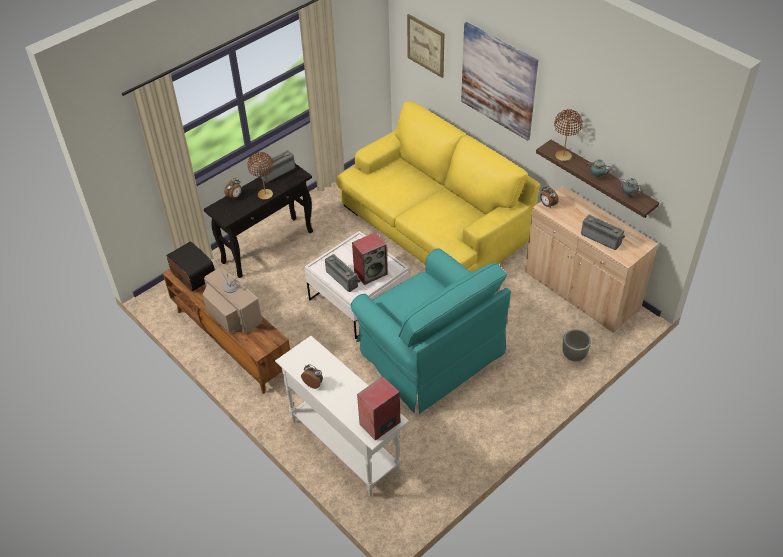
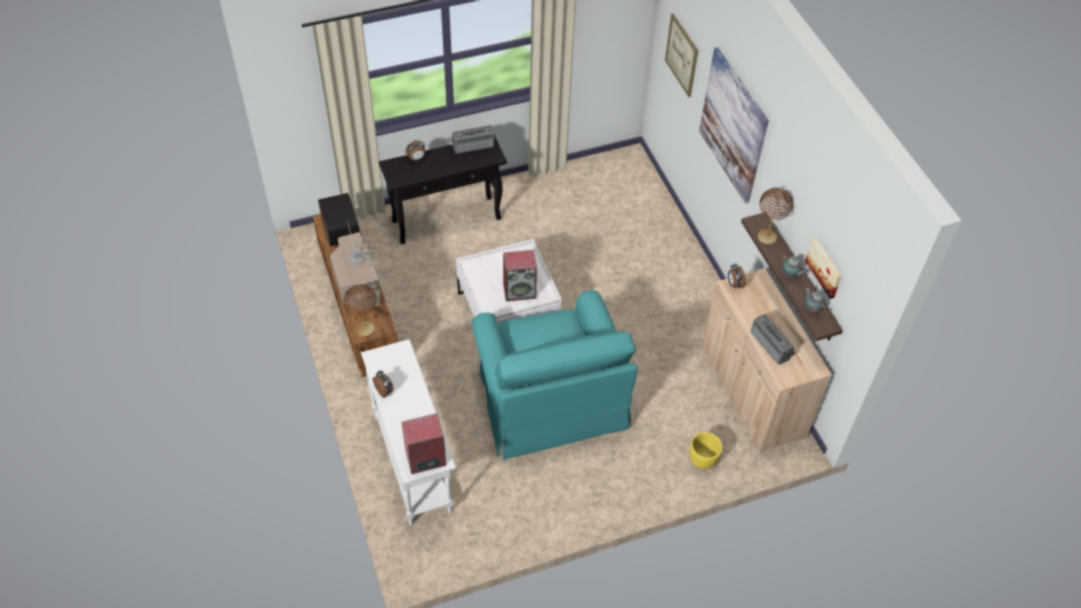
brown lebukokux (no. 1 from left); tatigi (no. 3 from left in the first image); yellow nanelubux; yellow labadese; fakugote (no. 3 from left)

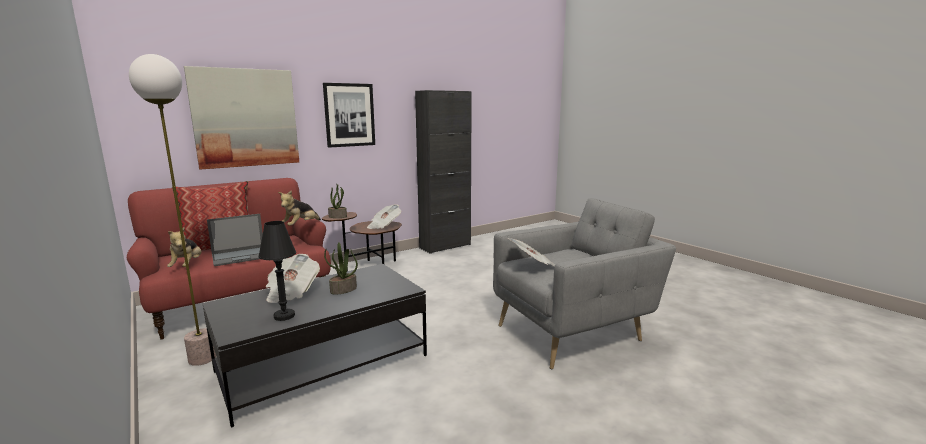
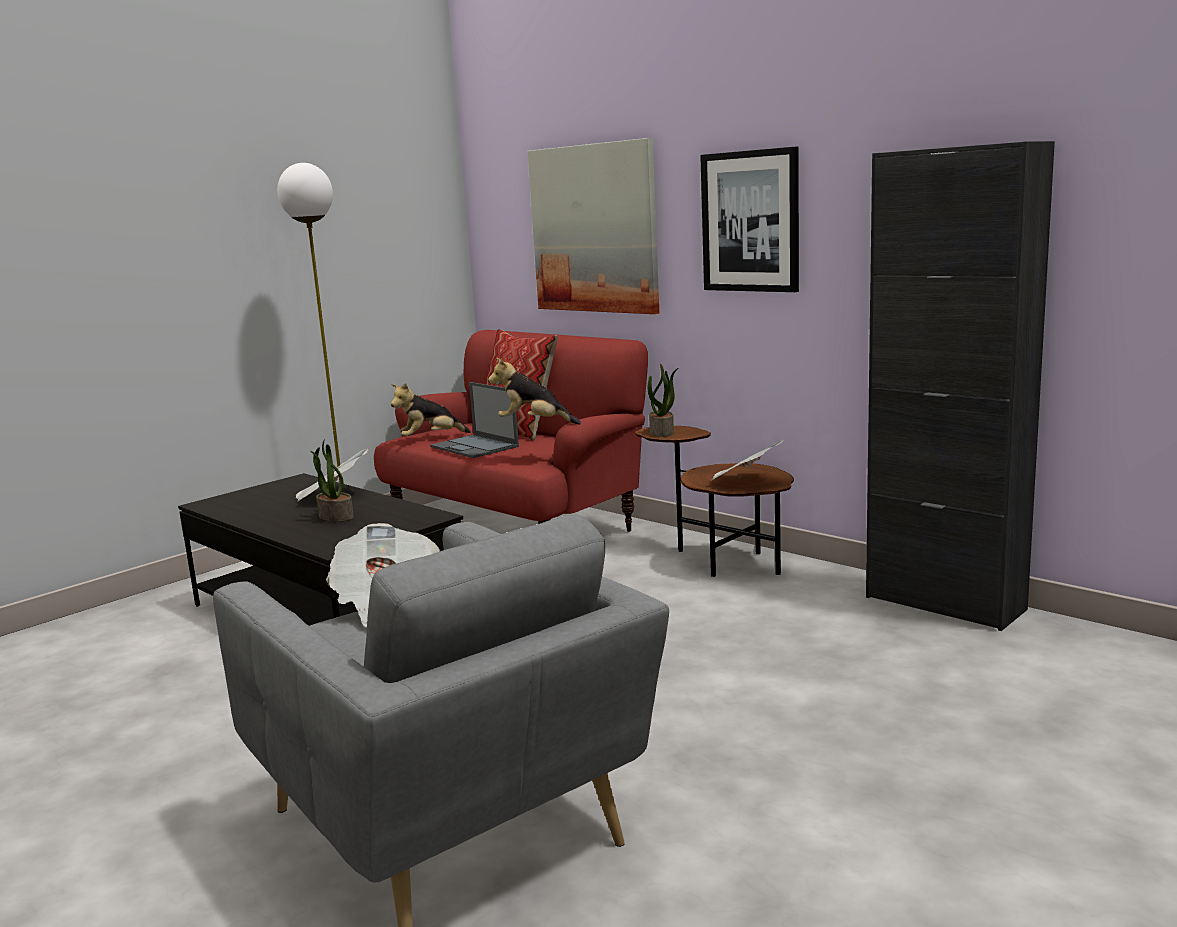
black lebukokux

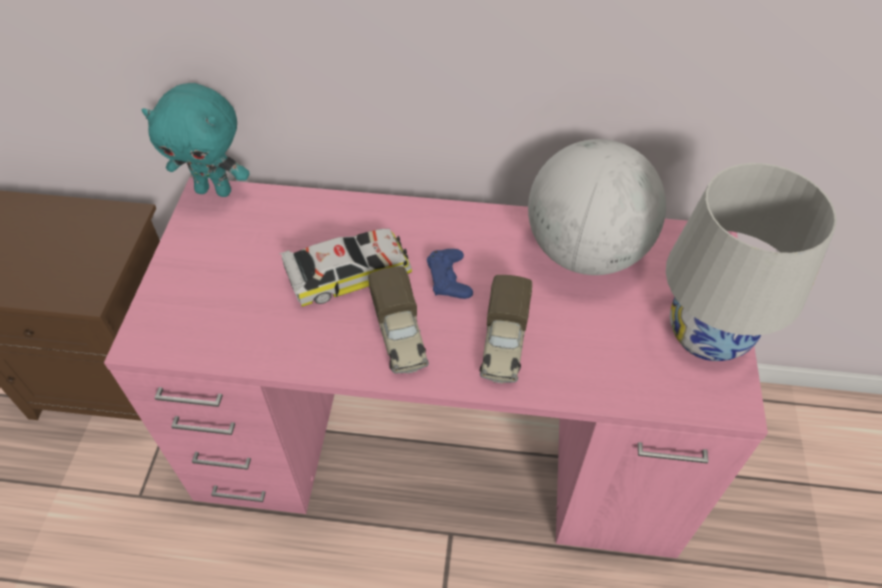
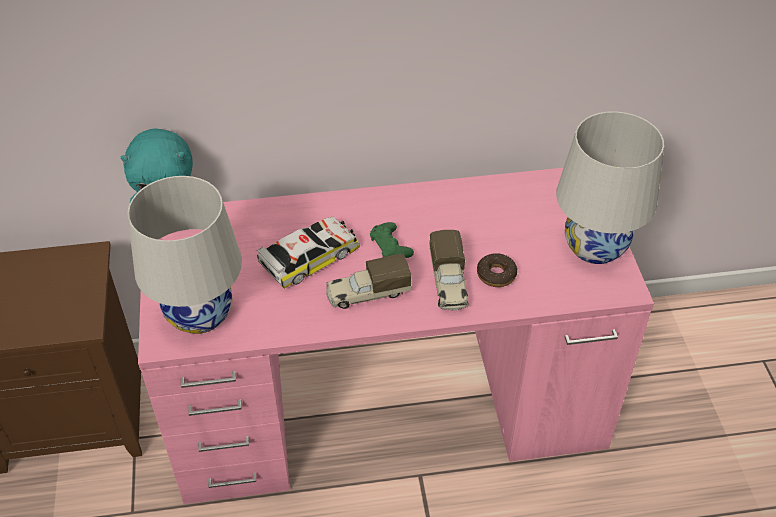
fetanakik (no. 1 from left); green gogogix; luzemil; white lebukokux (no. 1 from left); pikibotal

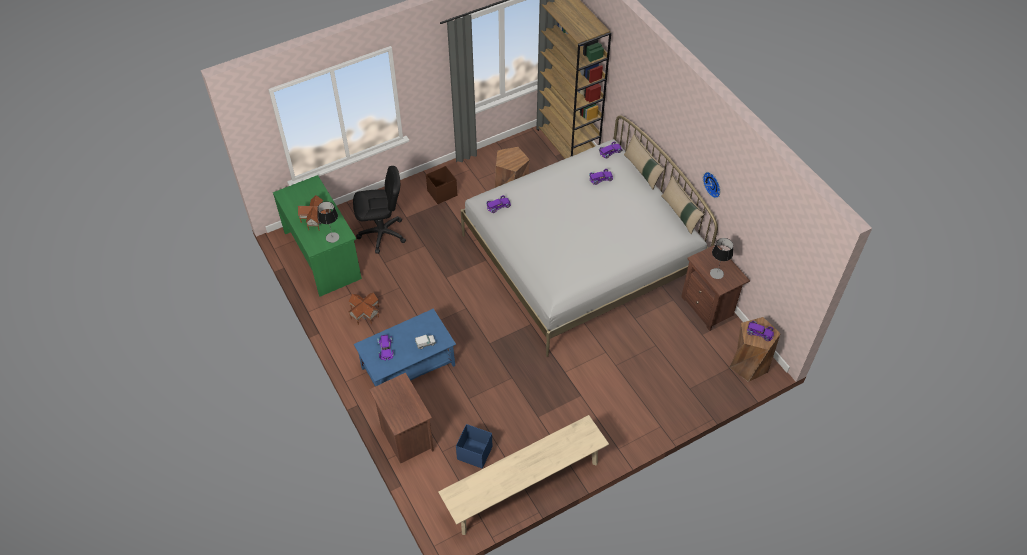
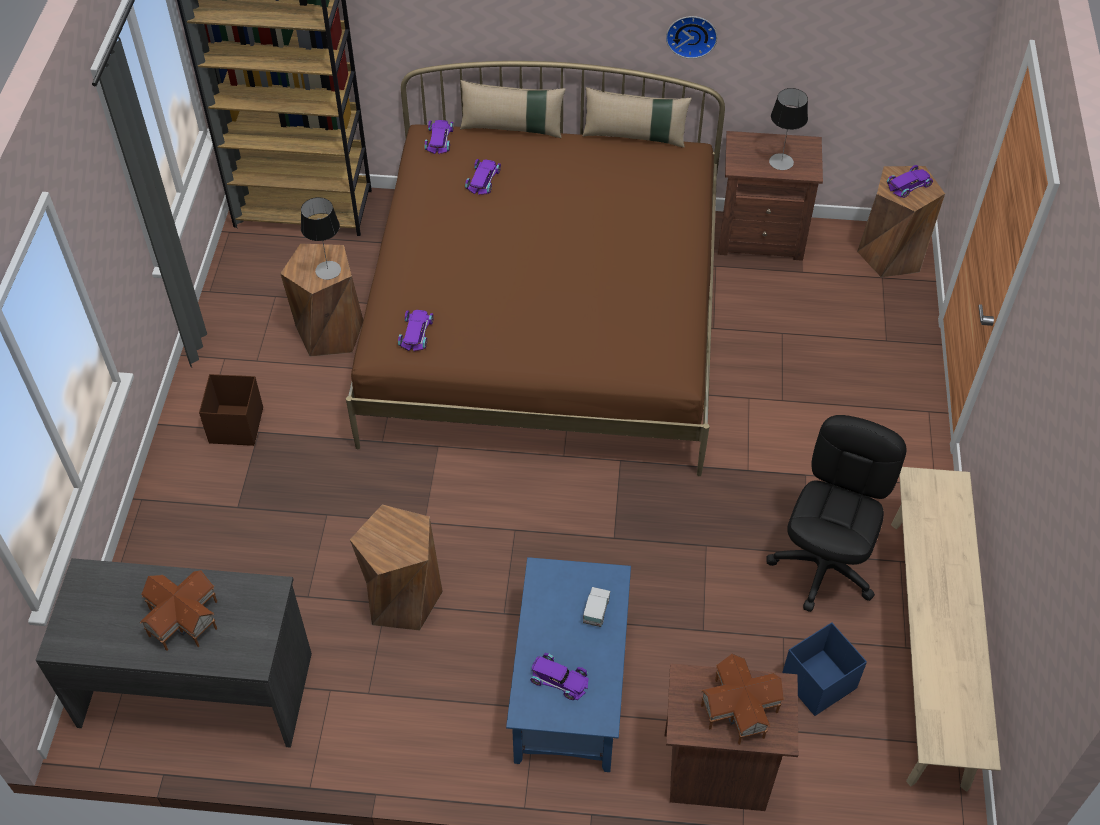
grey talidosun; lebukokux (no. 1 from left); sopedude (no. 2 from left); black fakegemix; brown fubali; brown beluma (no. 2 from left)

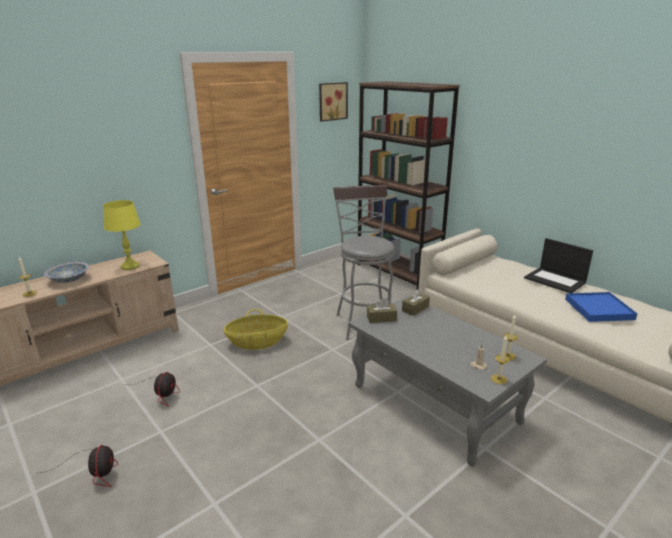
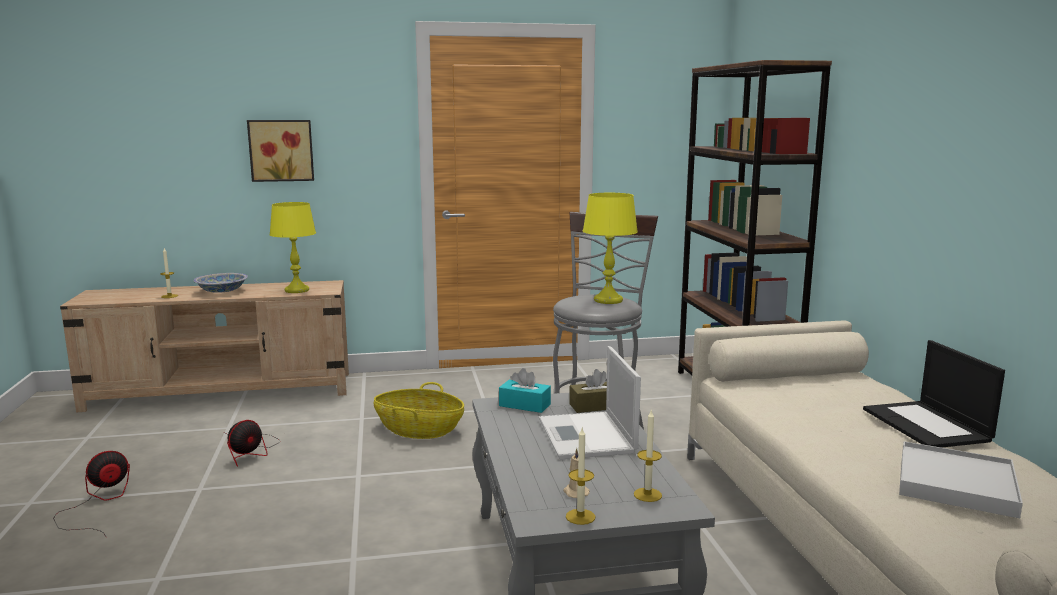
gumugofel (no. 1 from left); fakugote; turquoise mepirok; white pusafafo; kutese (no. 1 from left); yellow lebukokux (no. 2 from left)

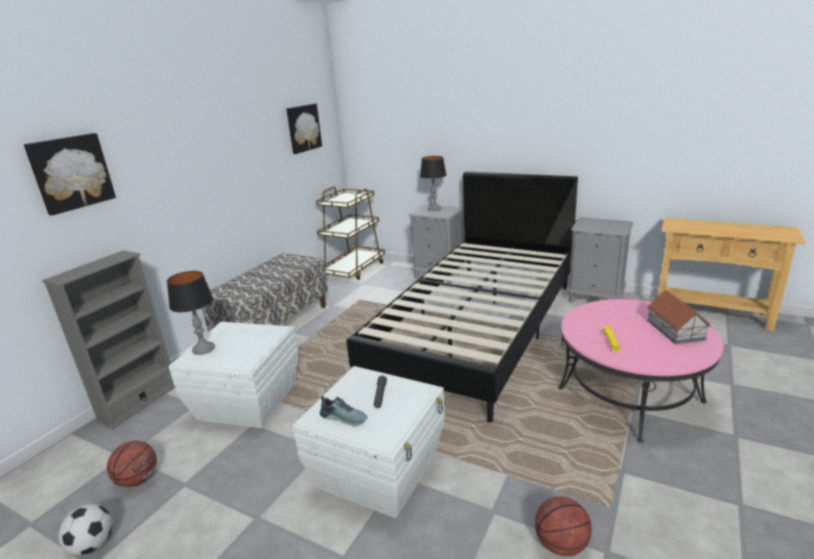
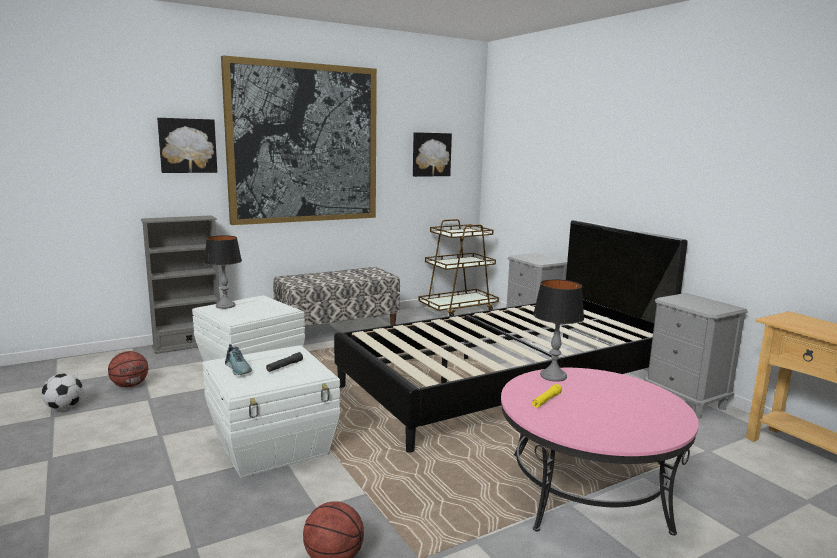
lebukokux (no. 2 from left); sopedude; fakugote (no. 2 from left)

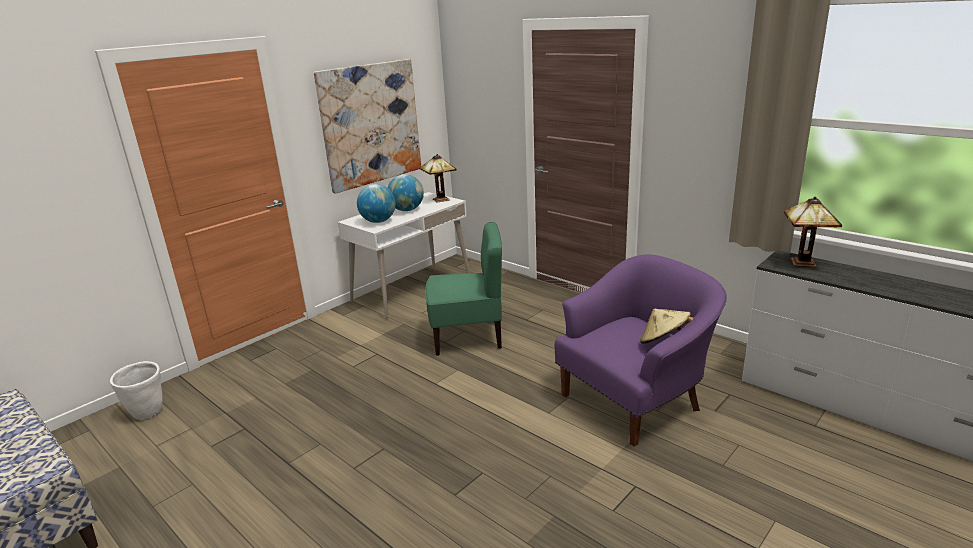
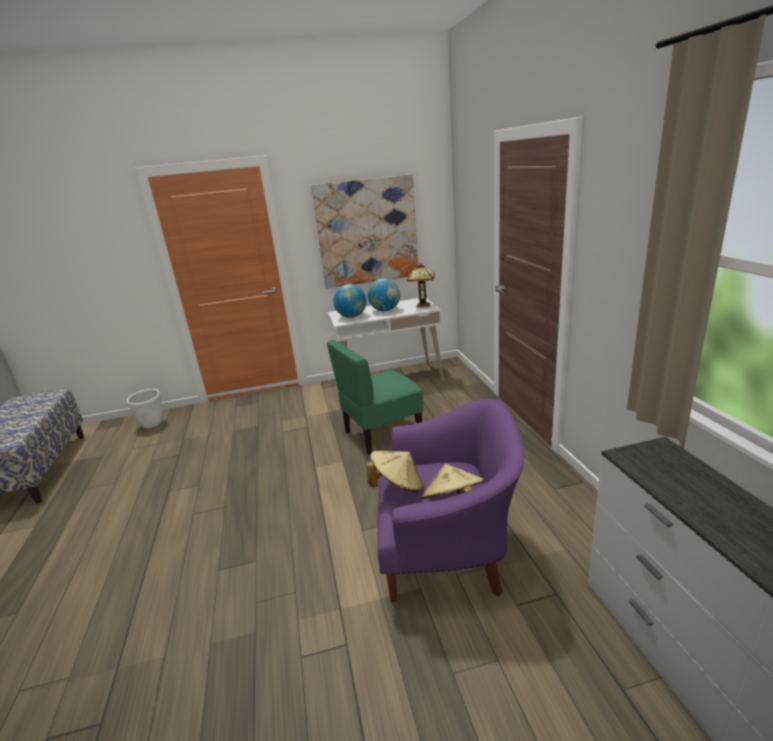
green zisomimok; lebukokux (no. 2 from left in the first image); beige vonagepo (no. 1 from left)

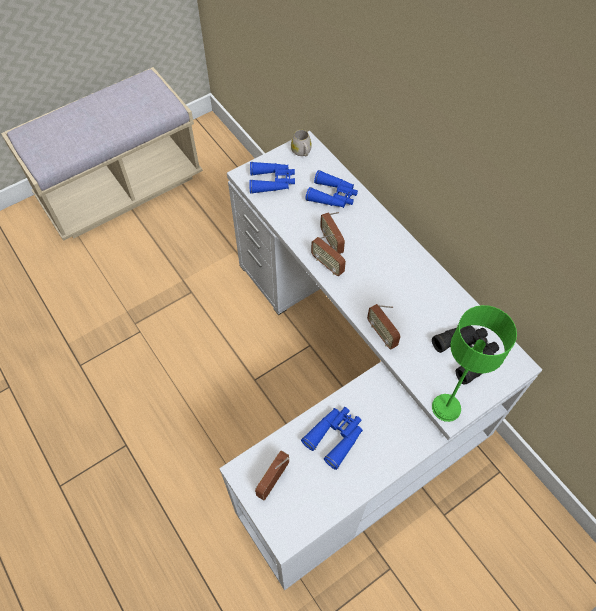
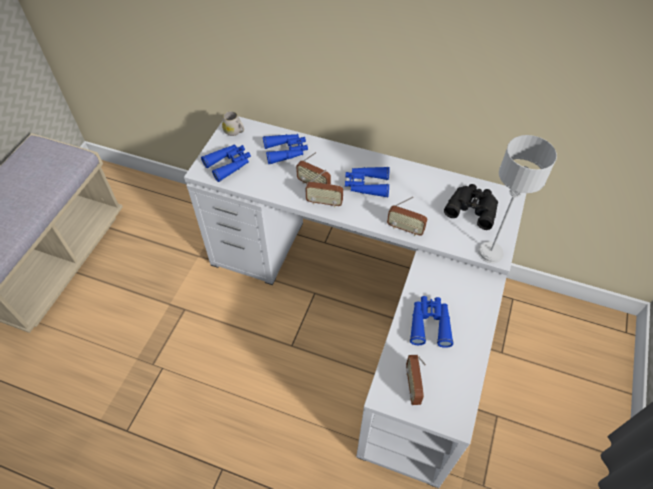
grey lebukokux; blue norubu (no. 3 from left)

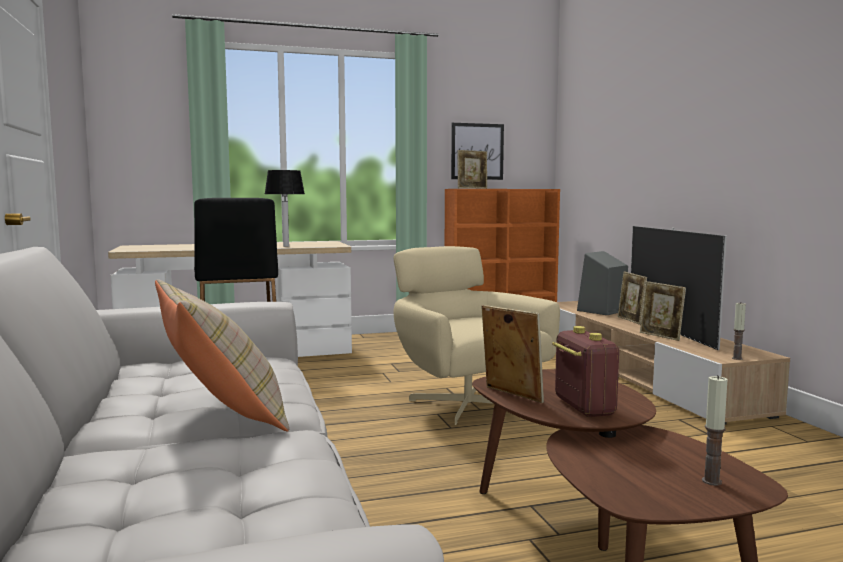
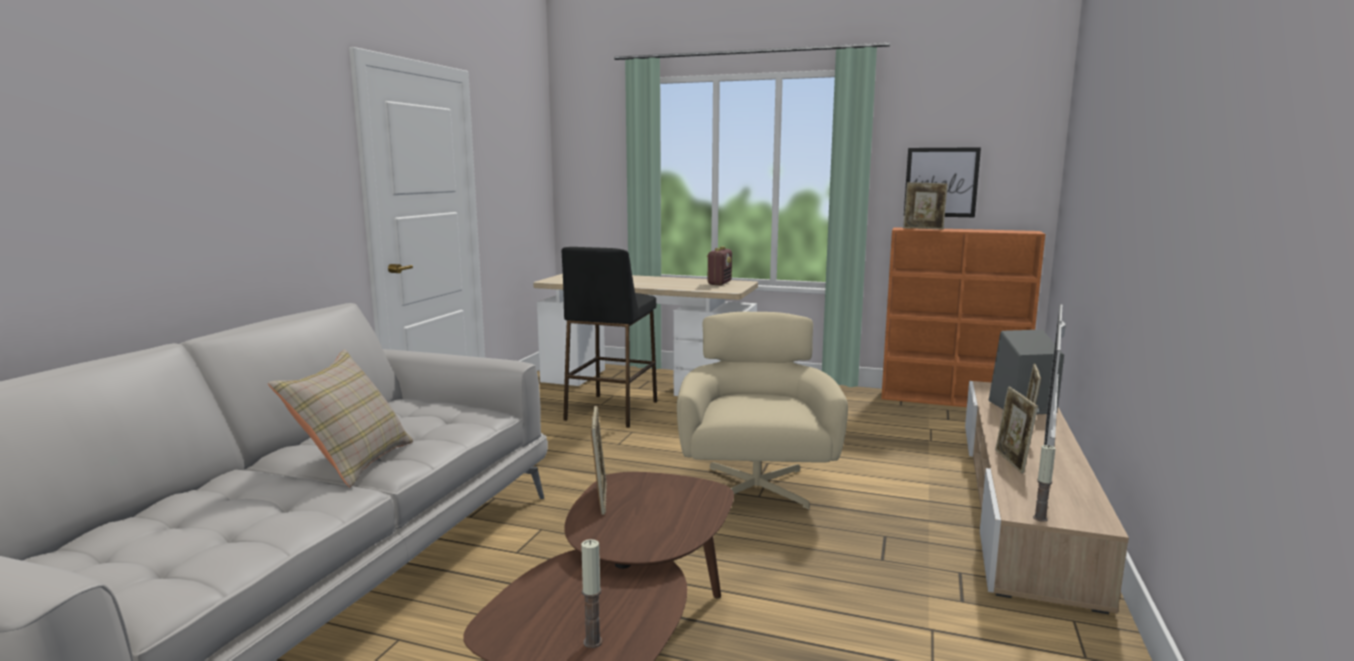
lebukokux; tatigi

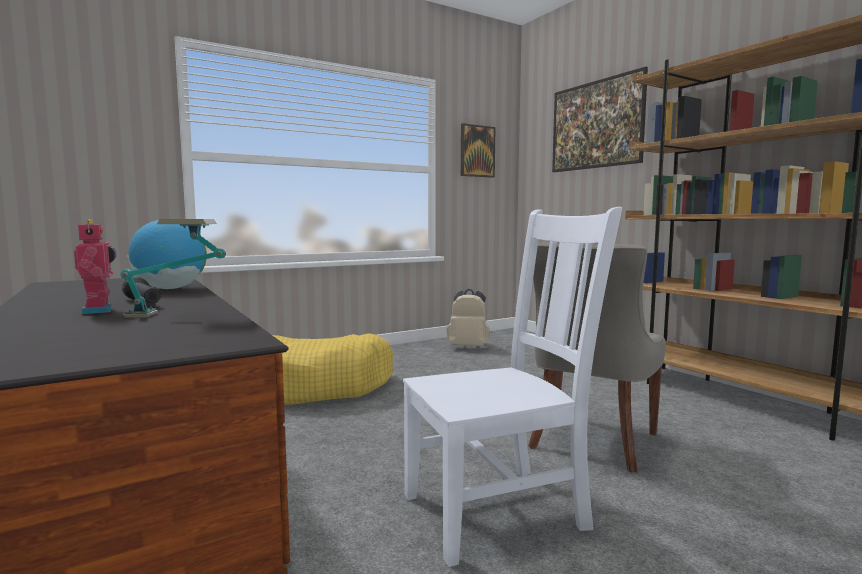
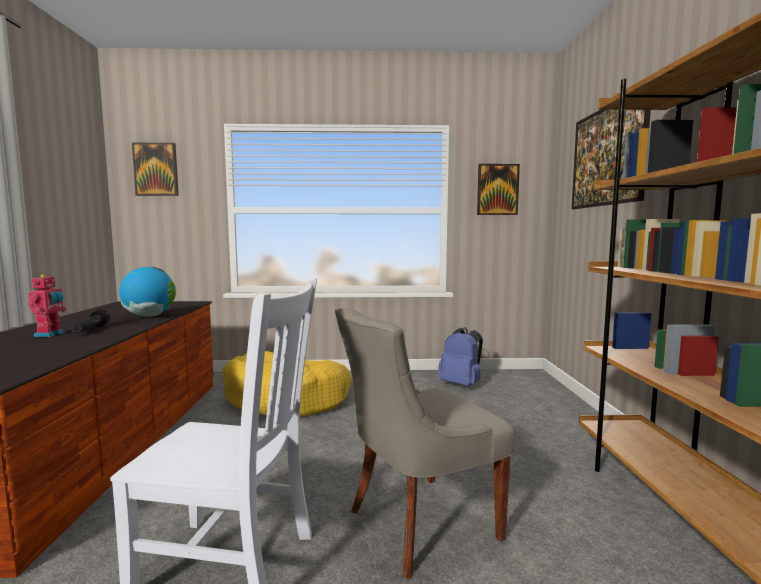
lebukokux; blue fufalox; fakugote (no. 1 from left)

